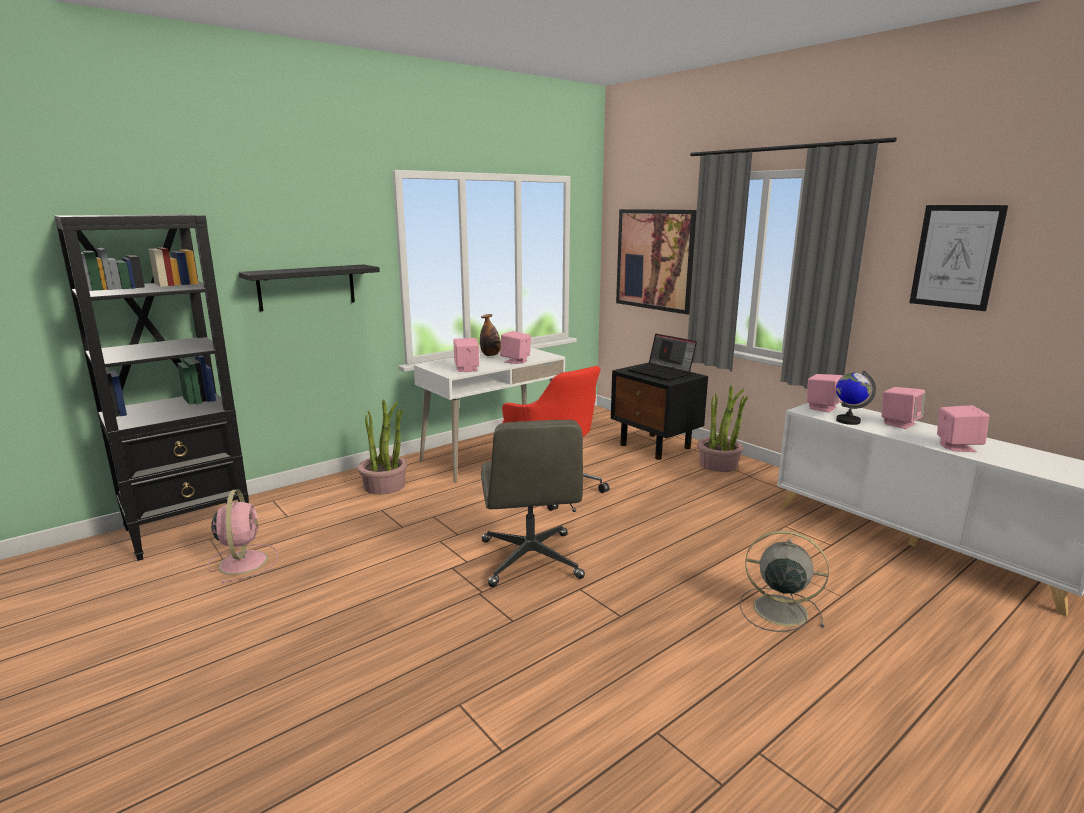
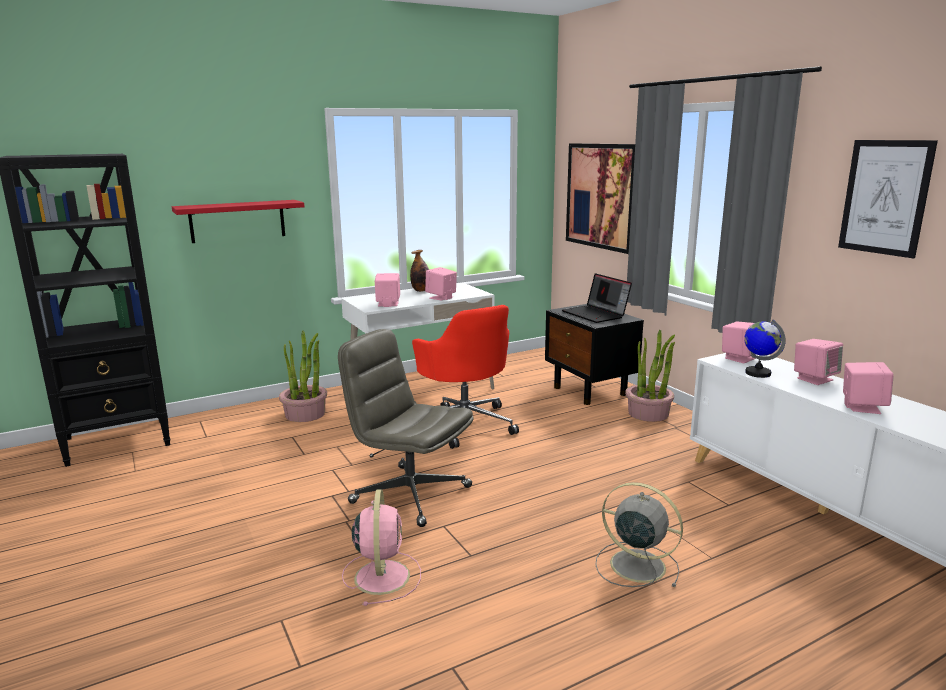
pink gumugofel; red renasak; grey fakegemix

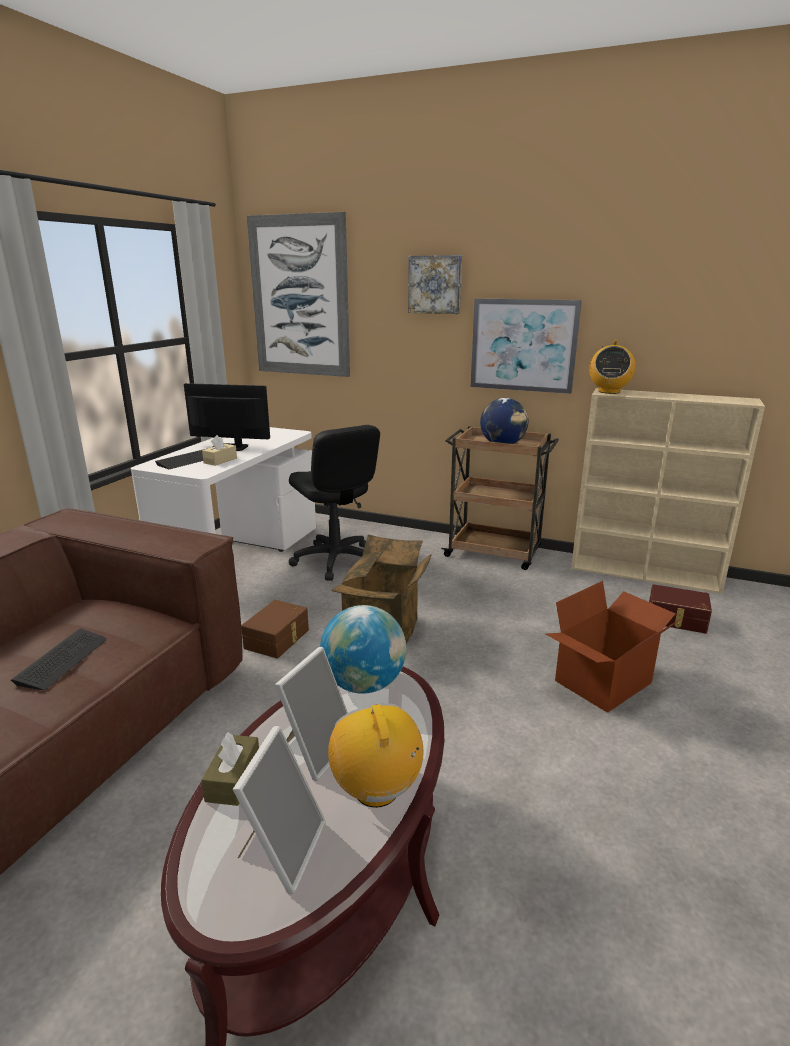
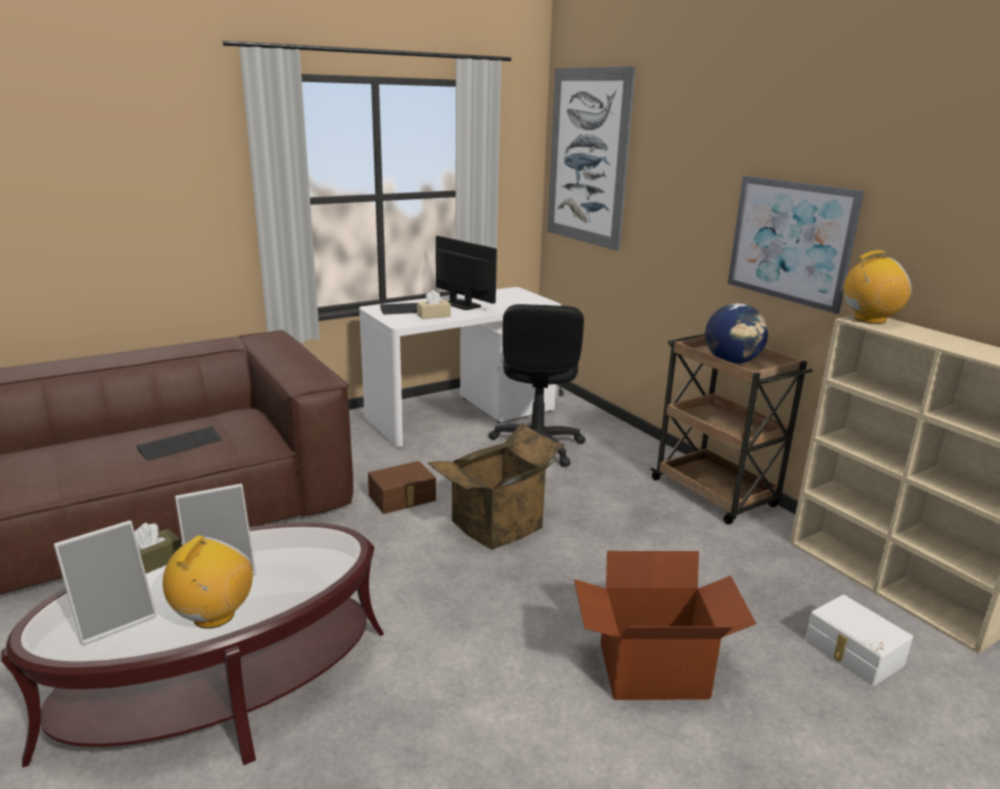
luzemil (no. 1 from left in the first image); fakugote (no. 2 from left in the first image); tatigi (no. 2 from left); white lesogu

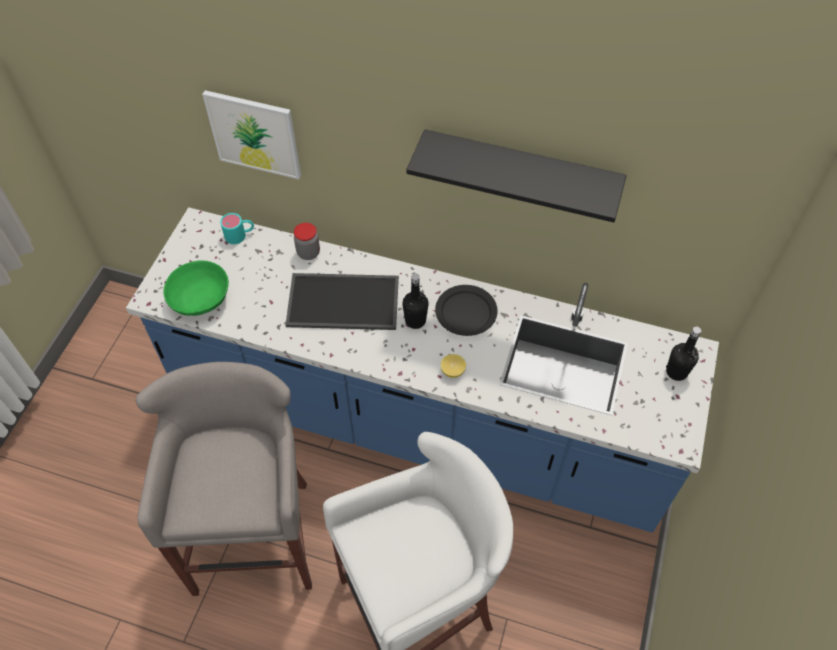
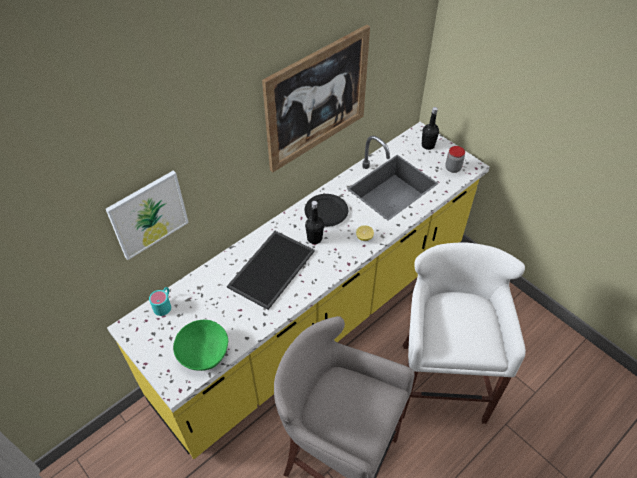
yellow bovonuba; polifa; fakugote (no. 2 from left)

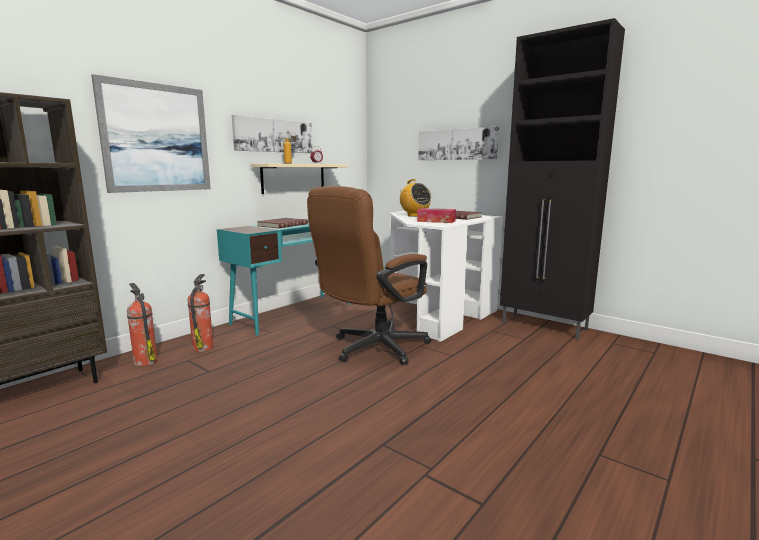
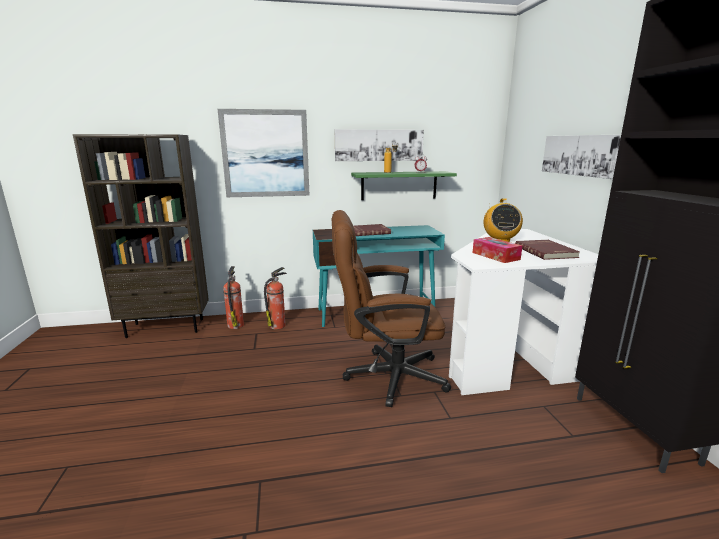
green renasak

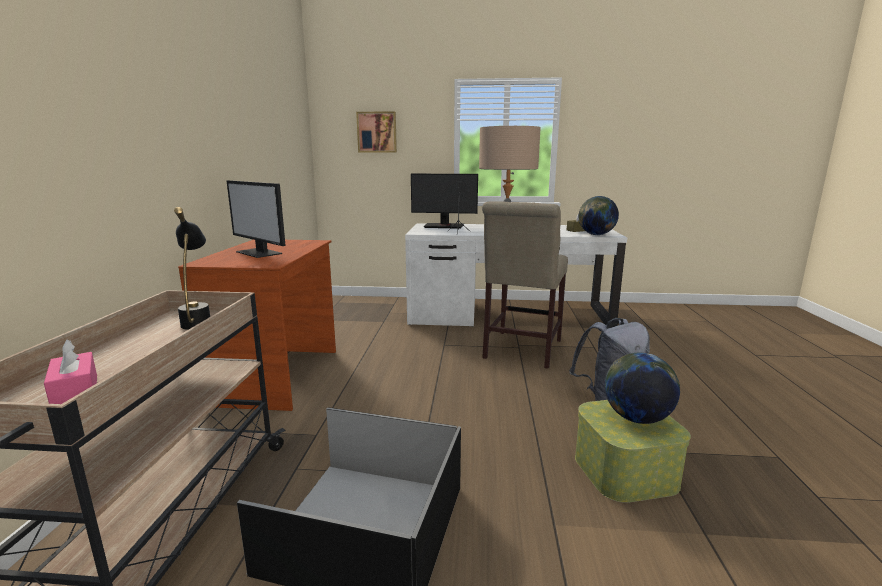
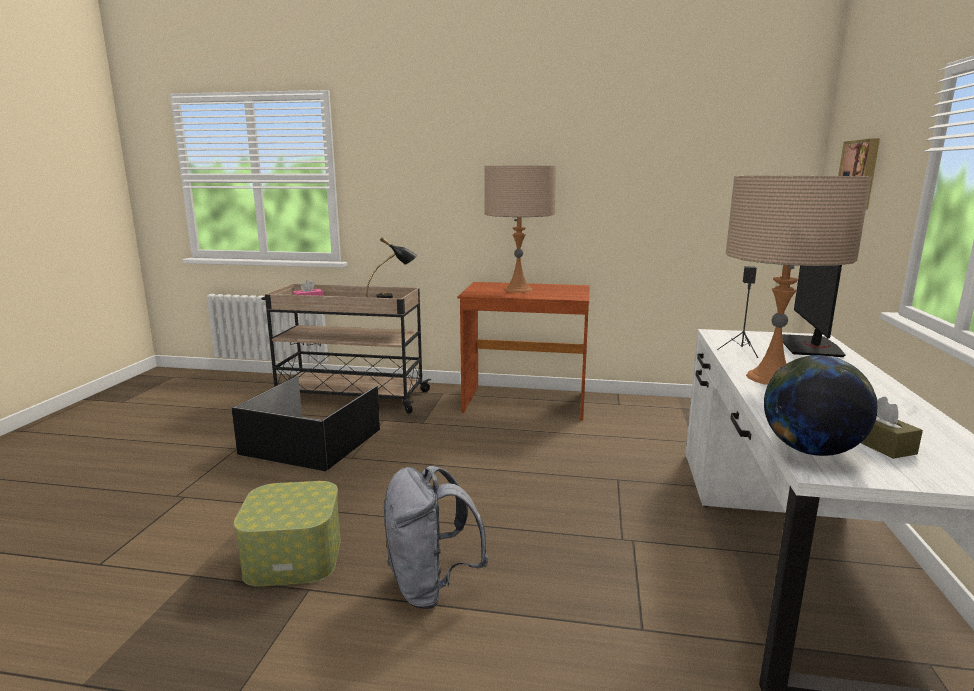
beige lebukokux (no. 1 from left); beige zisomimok; luzemil (no. 2 from left in the first image)

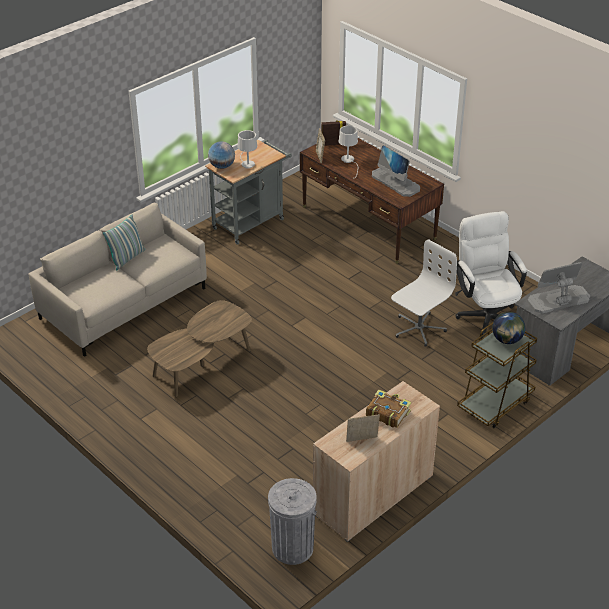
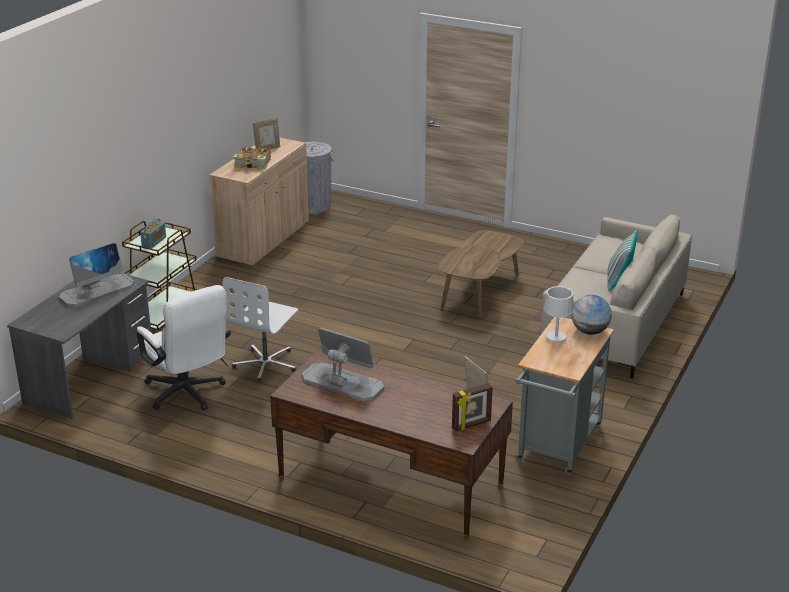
white lebukokux (no. 2 from left in the first image); tatigi

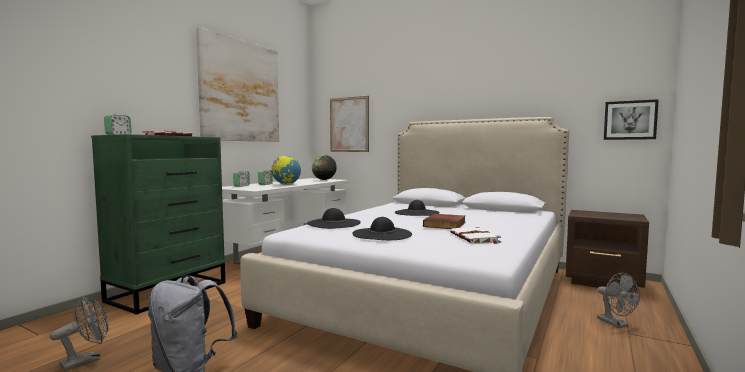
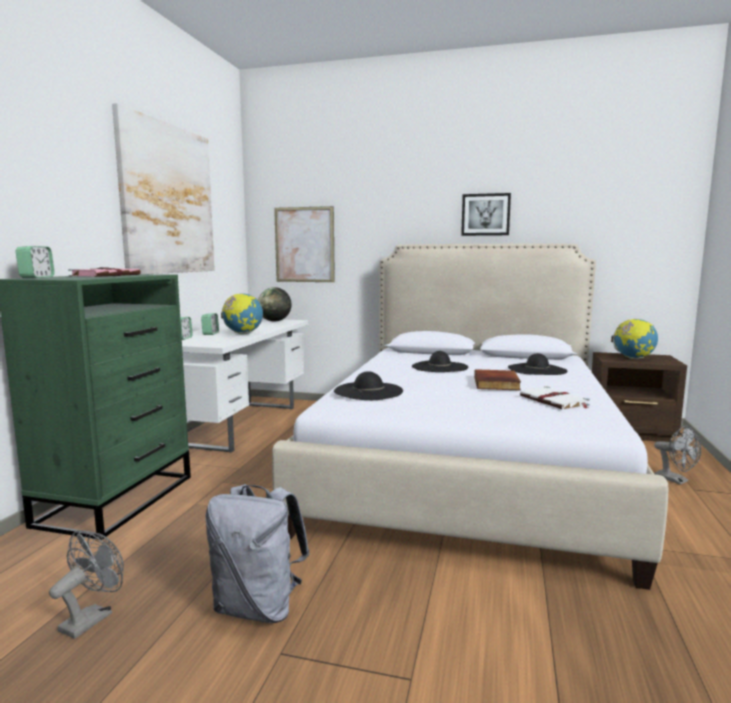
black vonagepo (no. 3 from left); fakugote (no. 3 from left); luzemil (no. 3 from left)

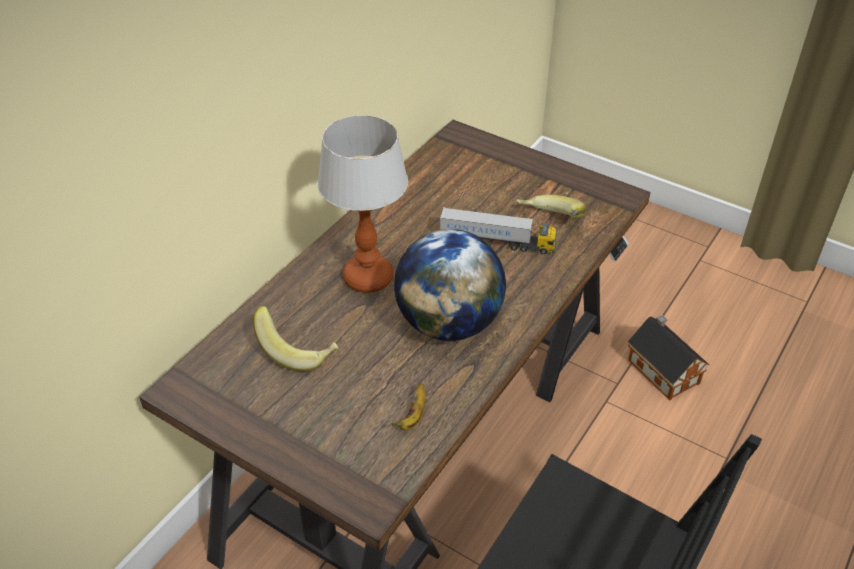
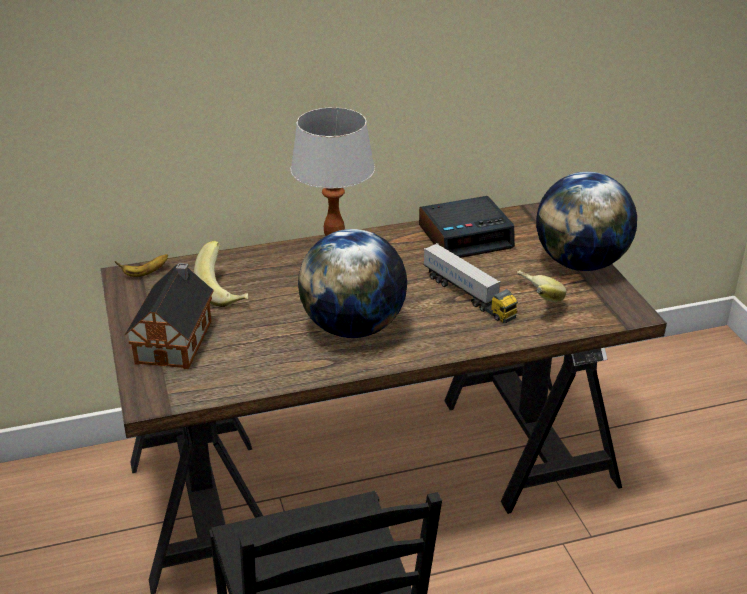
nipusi (no. 1 from left); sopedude; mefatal; luzemil (no. 2 from left)

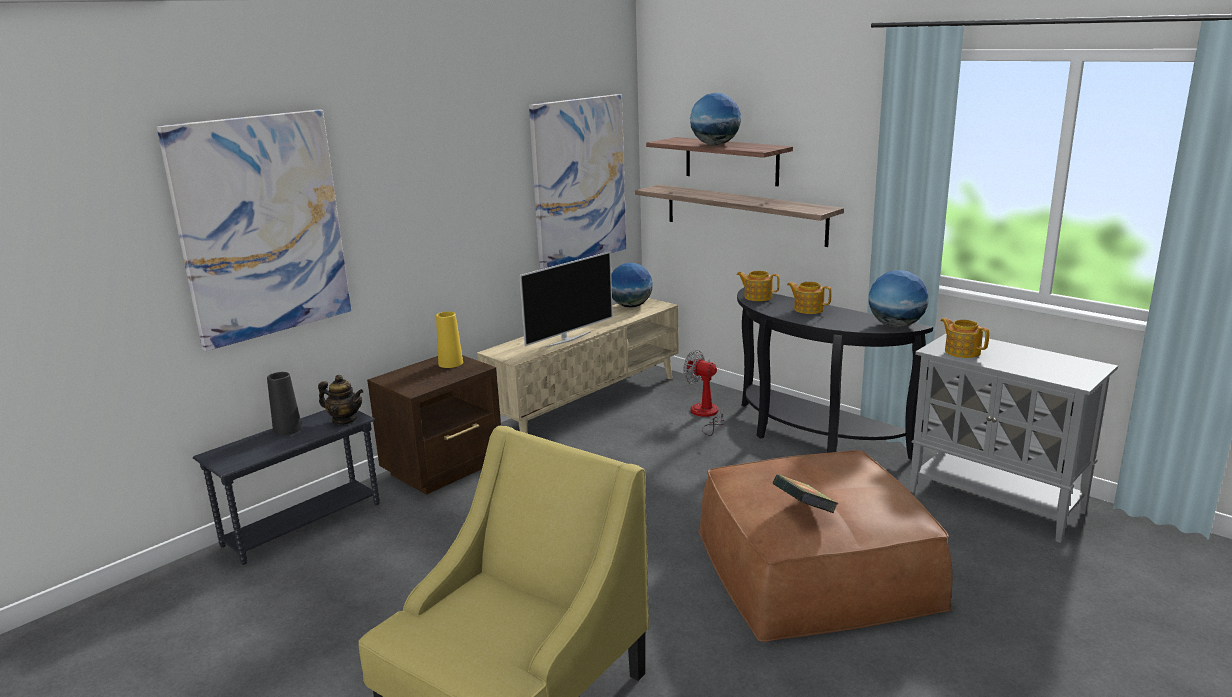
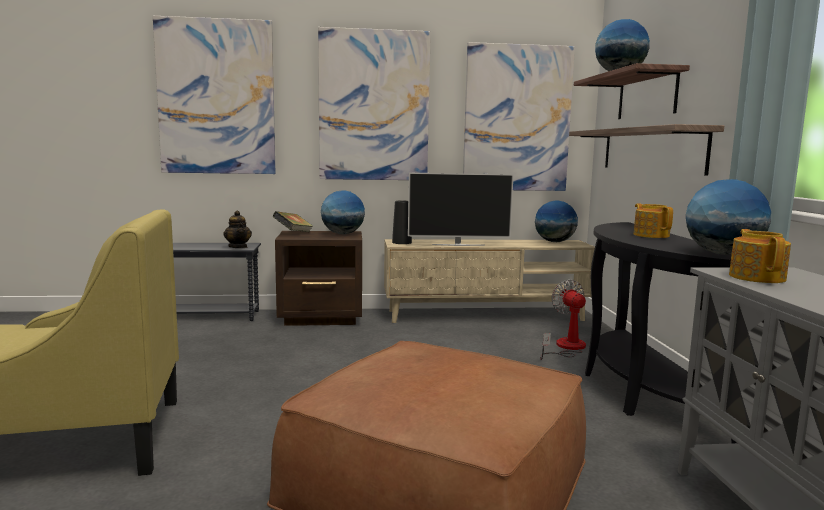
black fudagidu; luzemil (no. 1 from left); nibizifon (no. 2 from left in the first image); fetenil; fakugote (no. 2 from left)

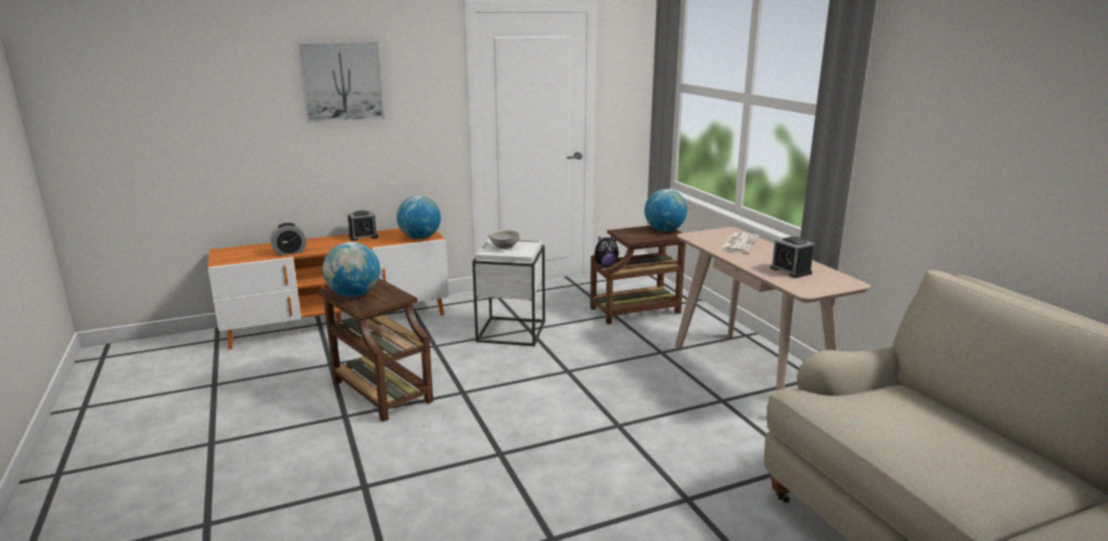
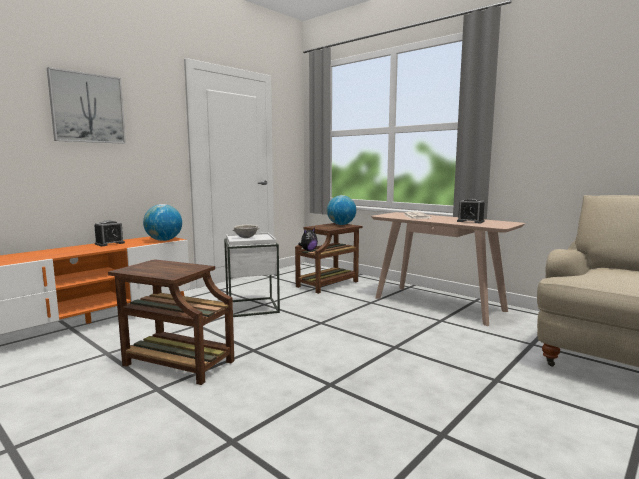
mefatal (no. 1 from left in the first image); luzemil (no. 1 from left in the first image)

